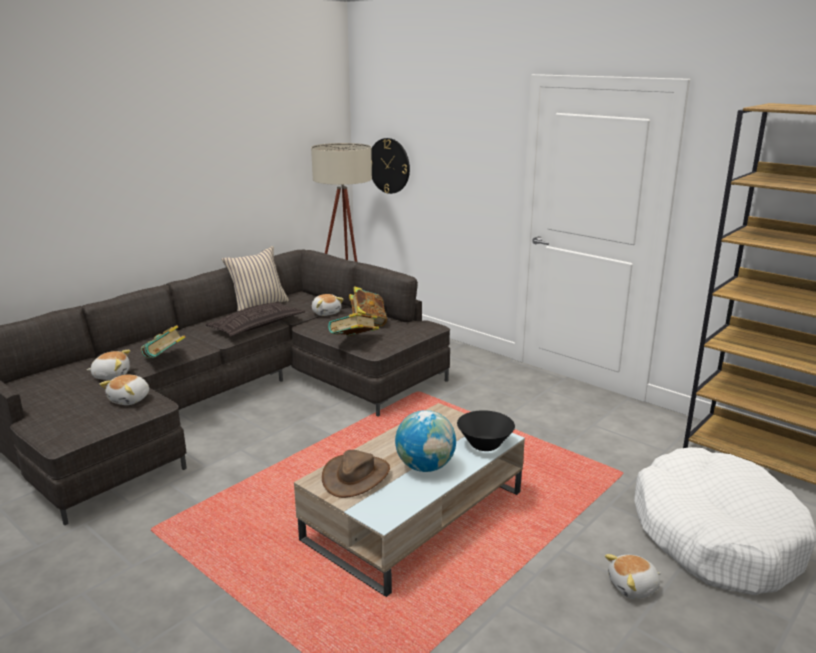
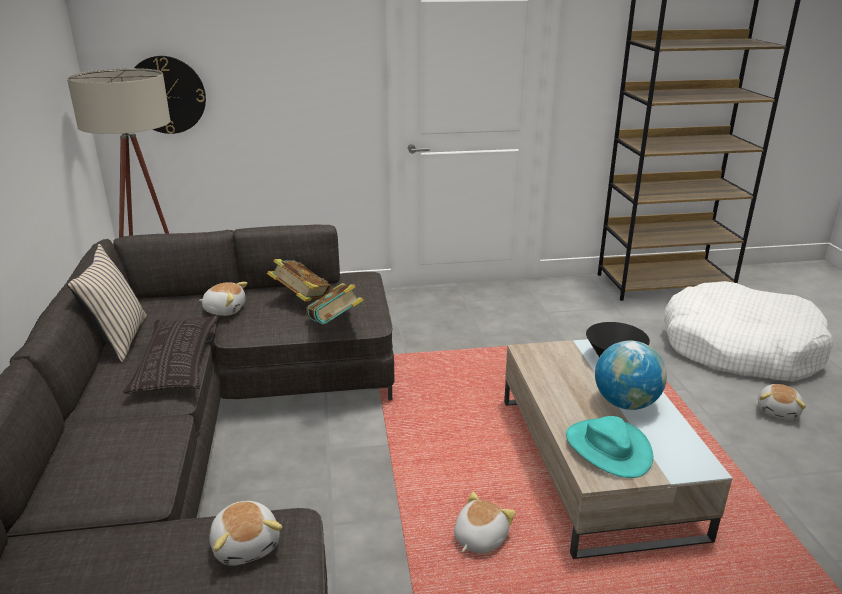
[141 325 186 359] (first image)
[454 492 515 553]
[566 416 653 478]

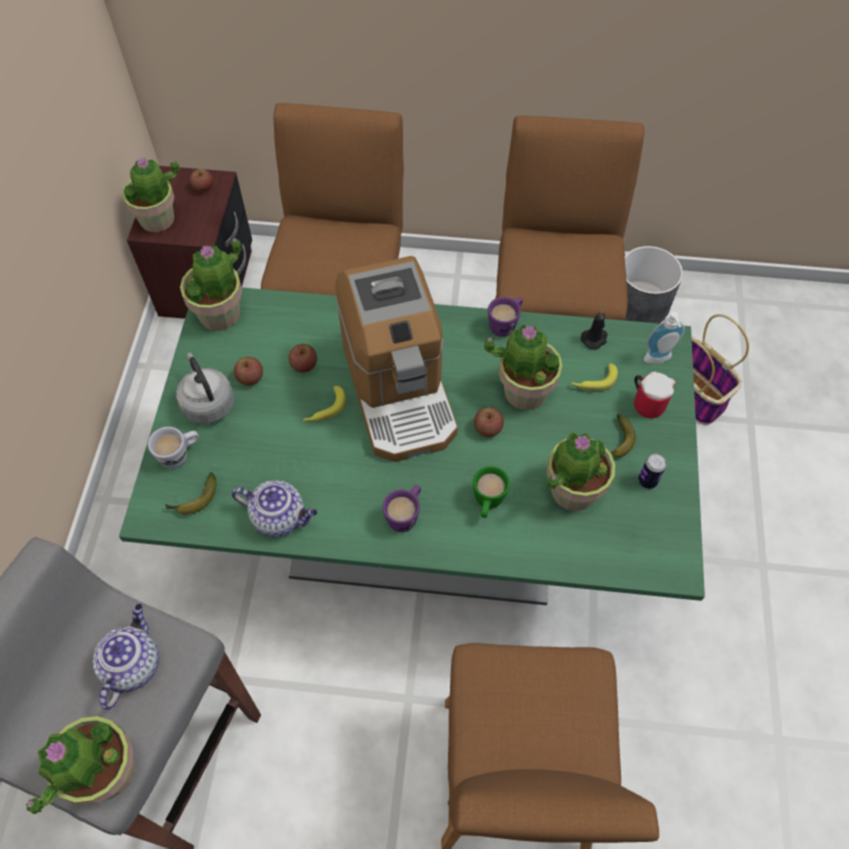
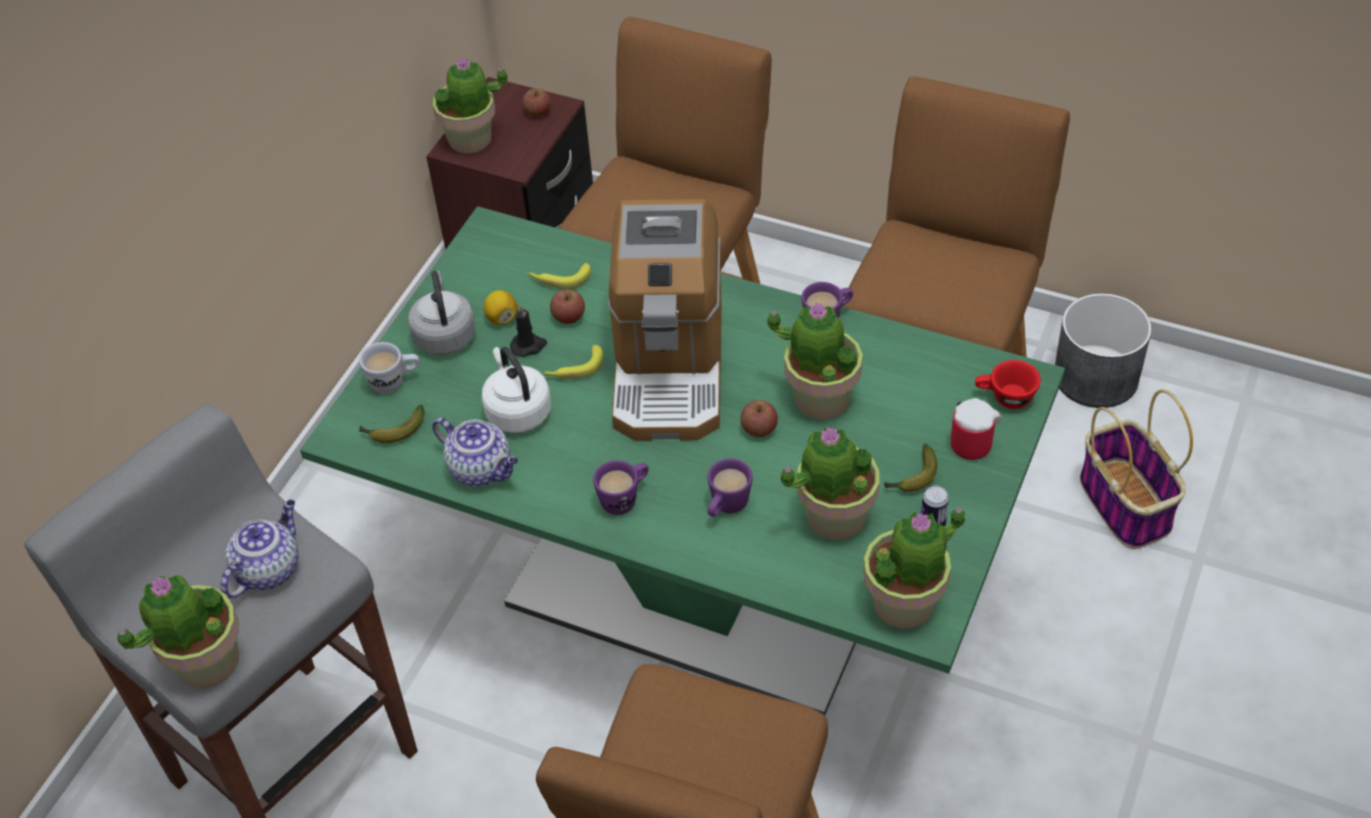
[863 507 966 629]
[510 305 547 357]
[975 360 1041 409]
[483 290 518 325]
[528 263 591 289]
[707 458 753 517]
[482 347 551 433]

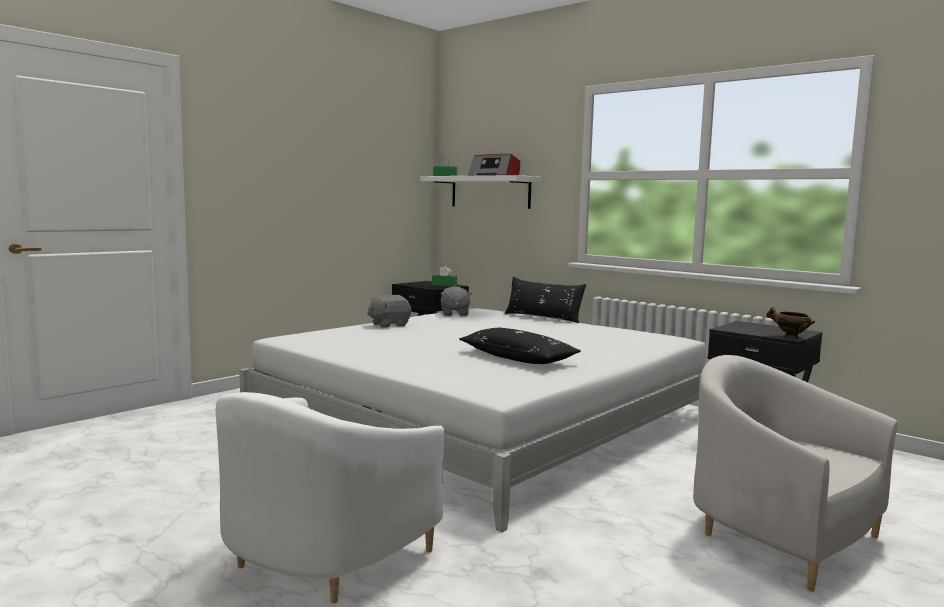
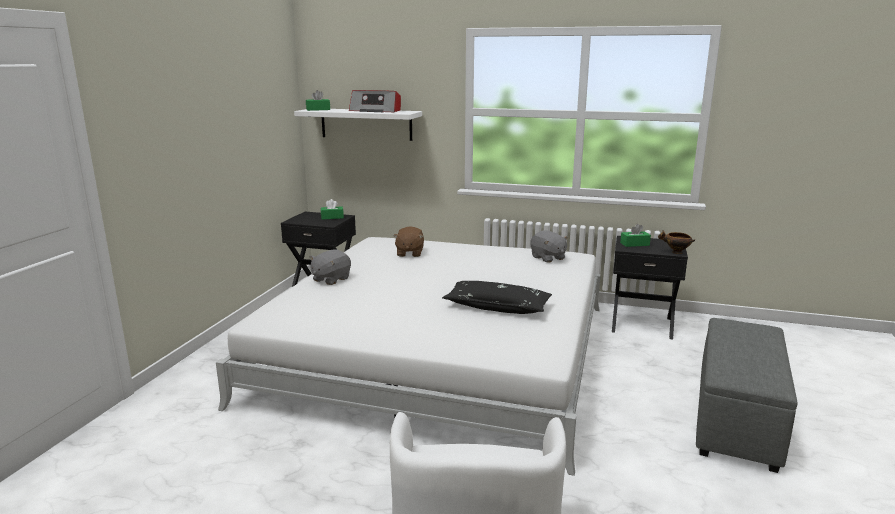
[504 276 586 323] (first image)
[530 230 568 263]
[696 318 797 473]
[620 224 651 247]
[393 226 424 257]

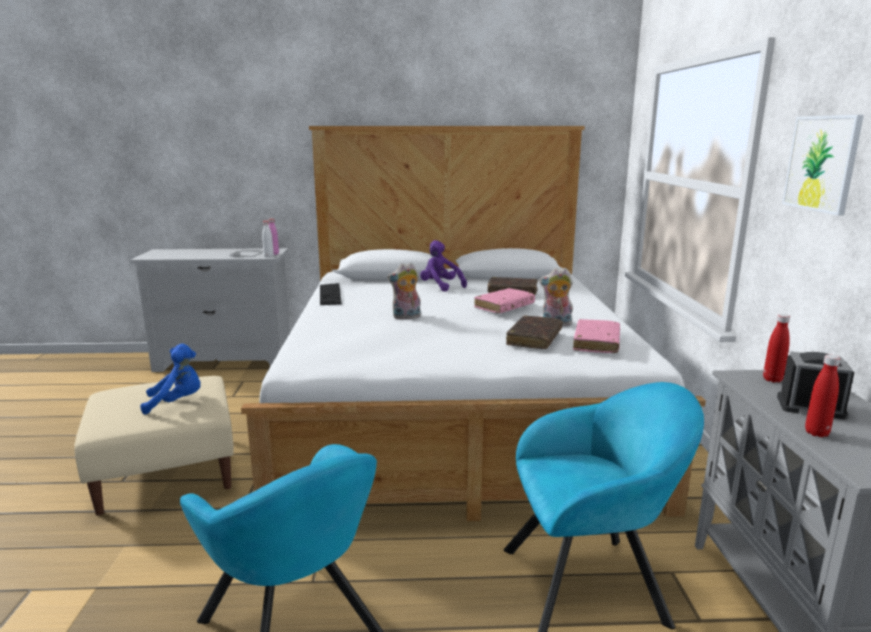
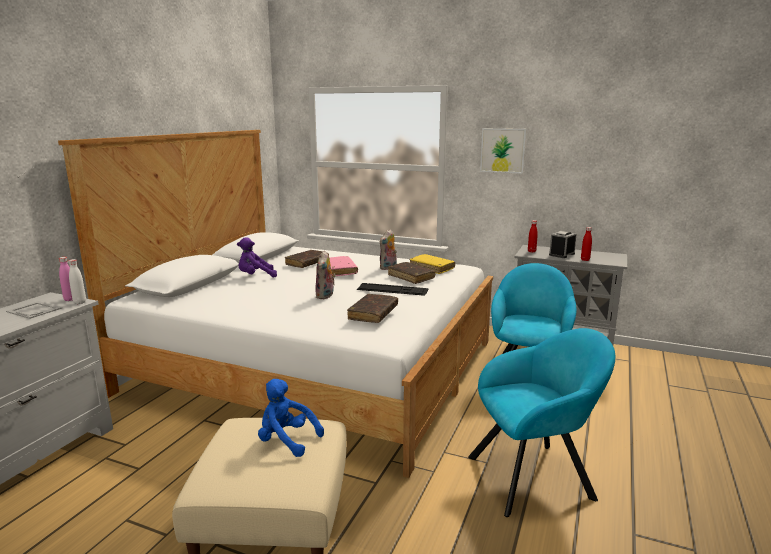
[357 283 429 296]
[410 254 455 274]
[258 379 324 457]
[347 294 398 323]

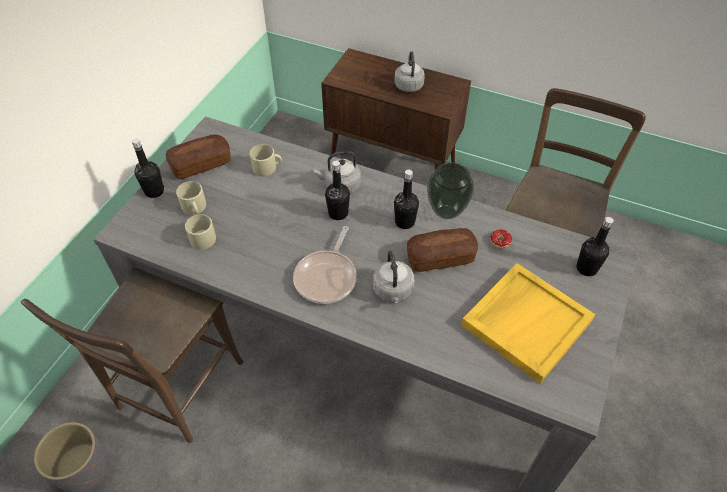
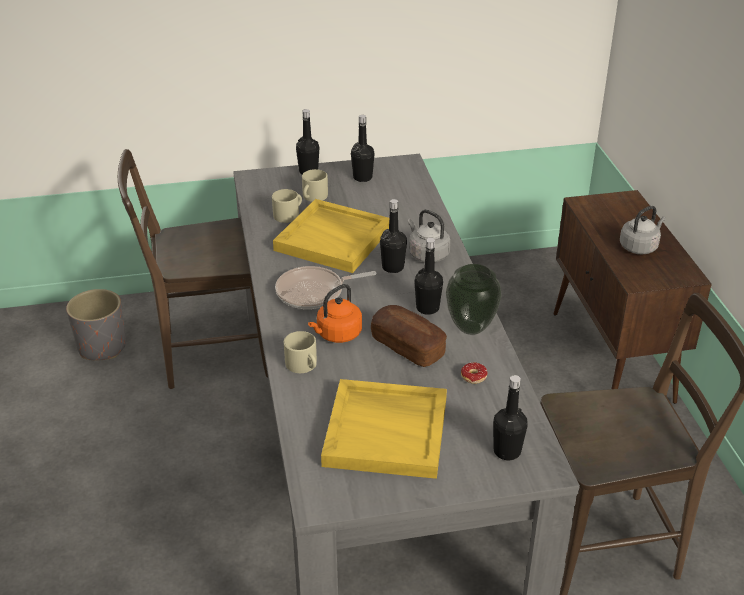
[351 115 375 182]
[284 331 317 373]
[308 284 362 343]
[273 199 389 273]

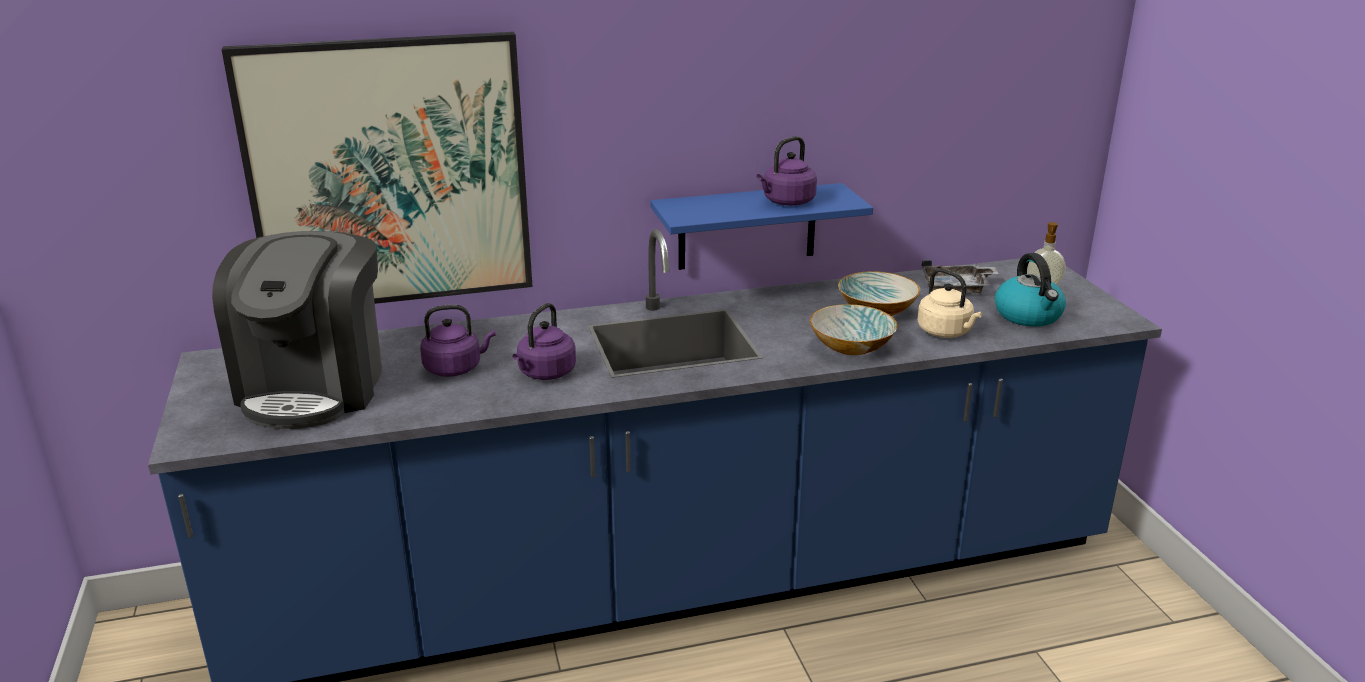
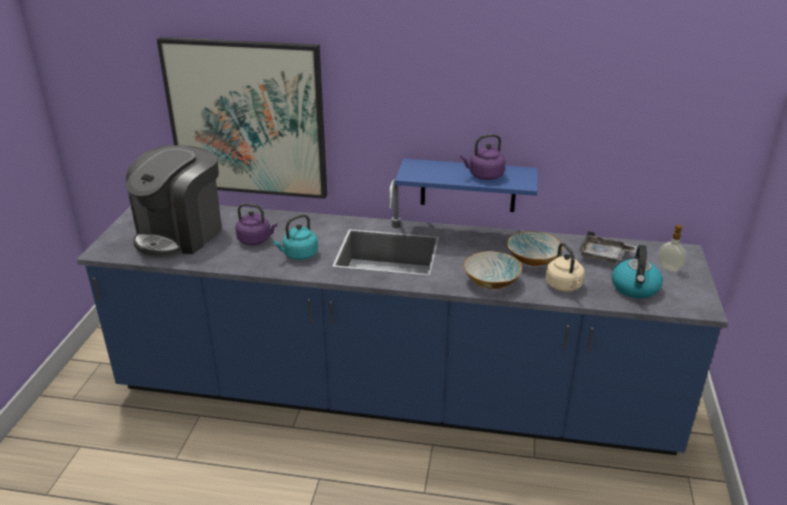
[273 214 318 260]

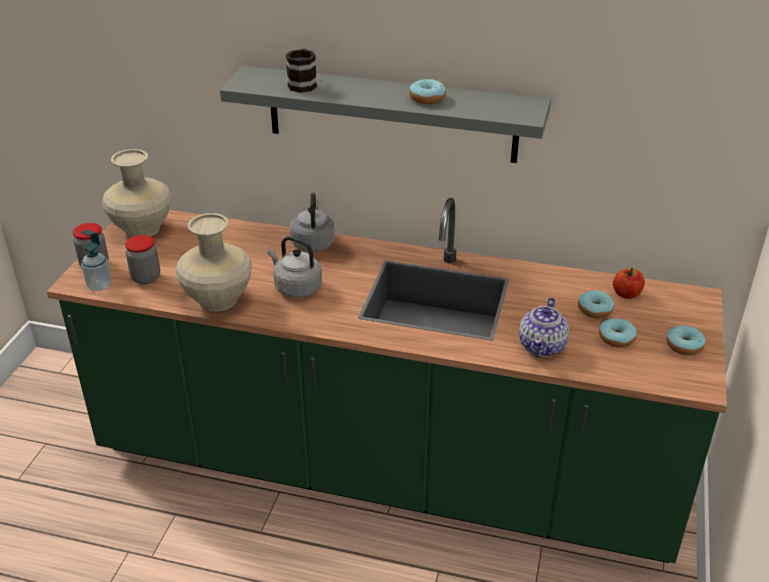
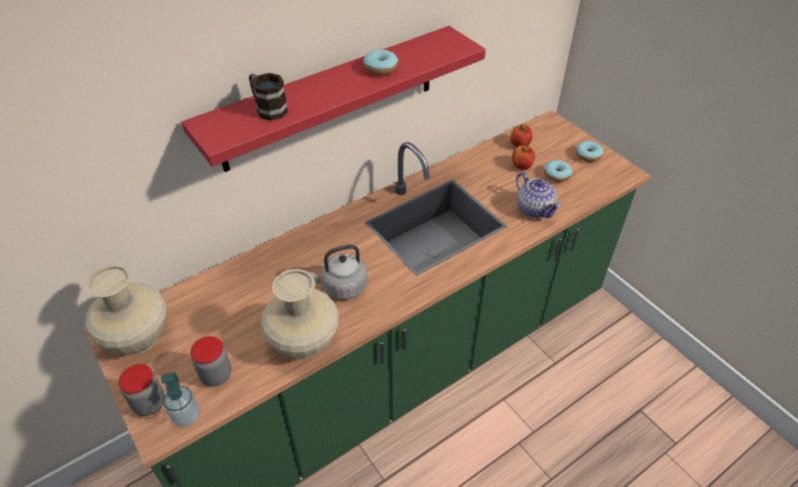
[182 26 486 172]
[290 193 335 252] (first image)
[512 145 535 170]

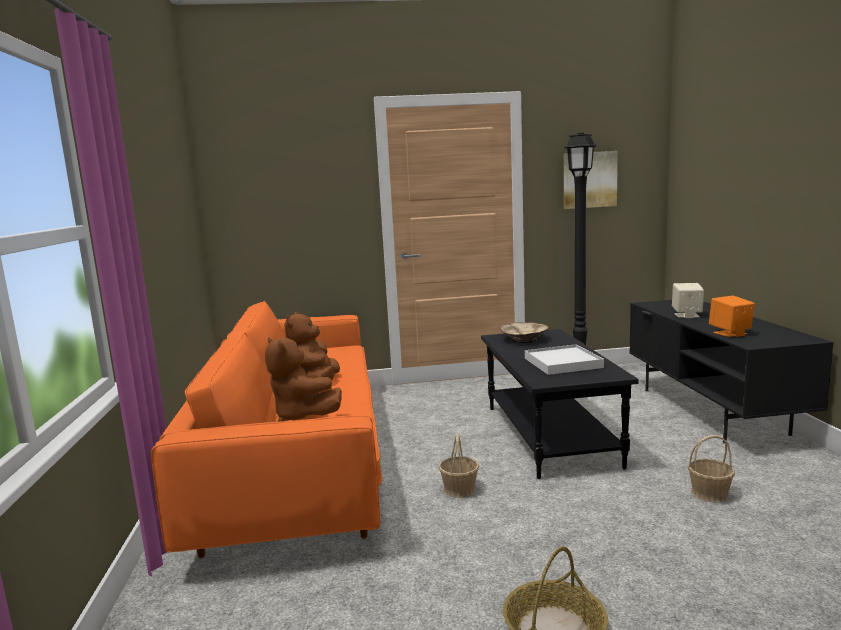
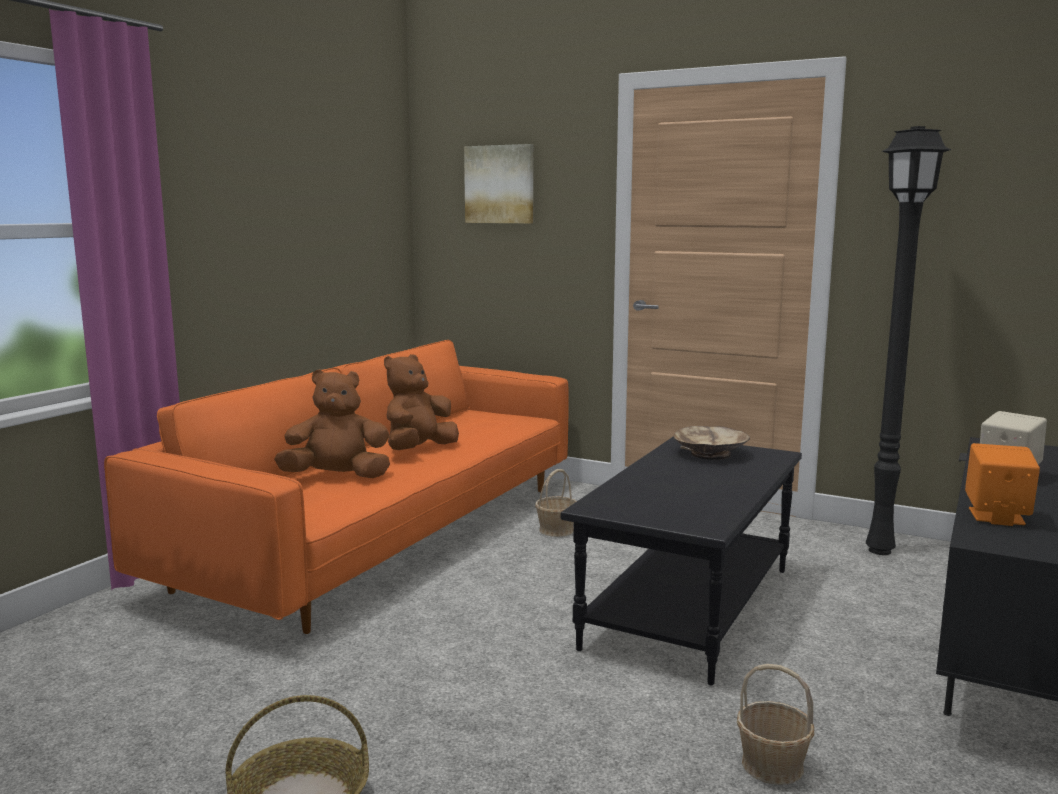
[464 144 533 223]
[274 369 390 478]
[525 344 604 375] (first image)
[535 469 577 537]

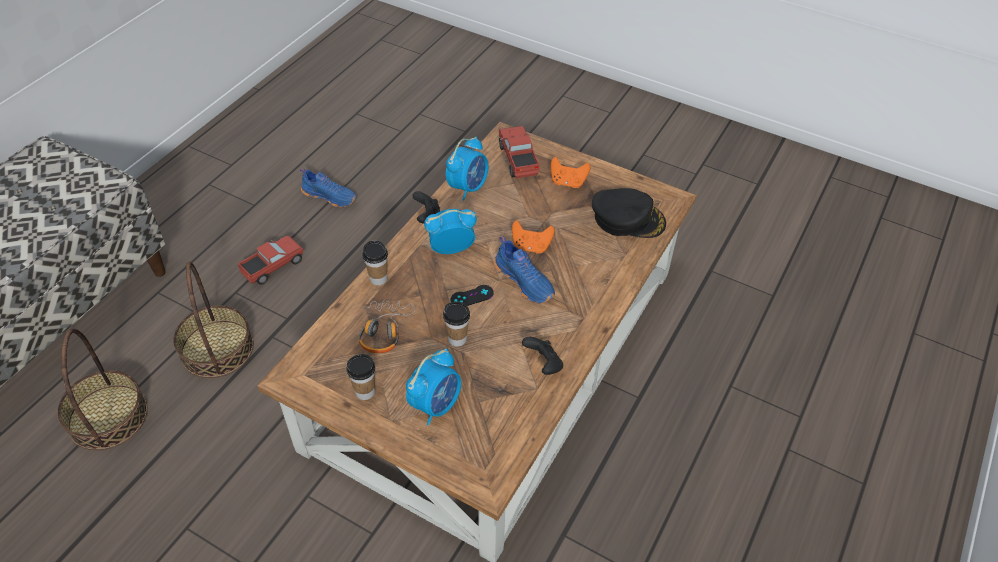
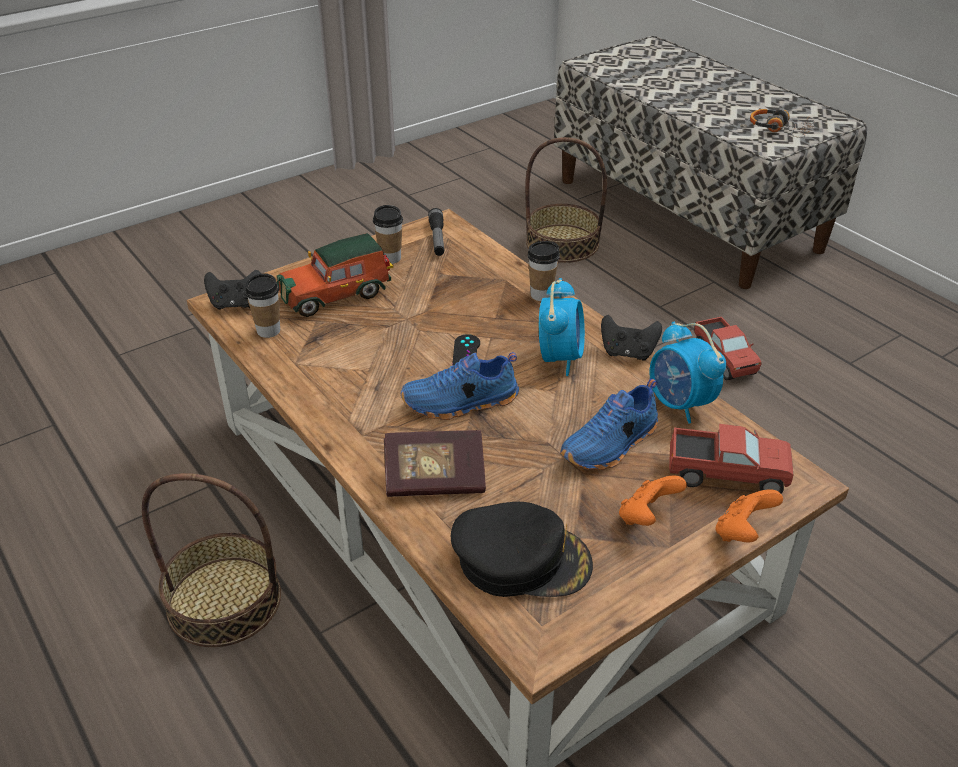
[560 378 658 470]
[451 502 593 597]
[715 489 783 542]
[142 473 281 647]
[750 109 815 138]
[245 273 280 338]
[204 270 261 310]
[277 233 393 317]
[428 208 444 256]
[384 430 486 497]

